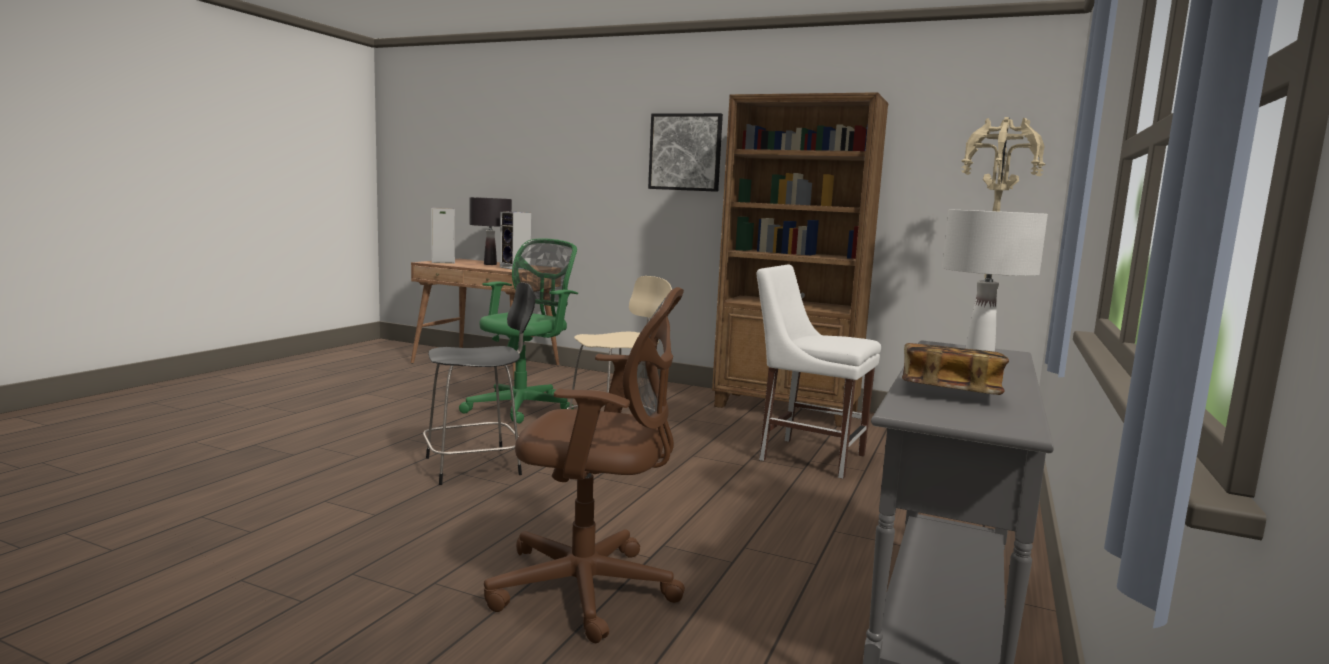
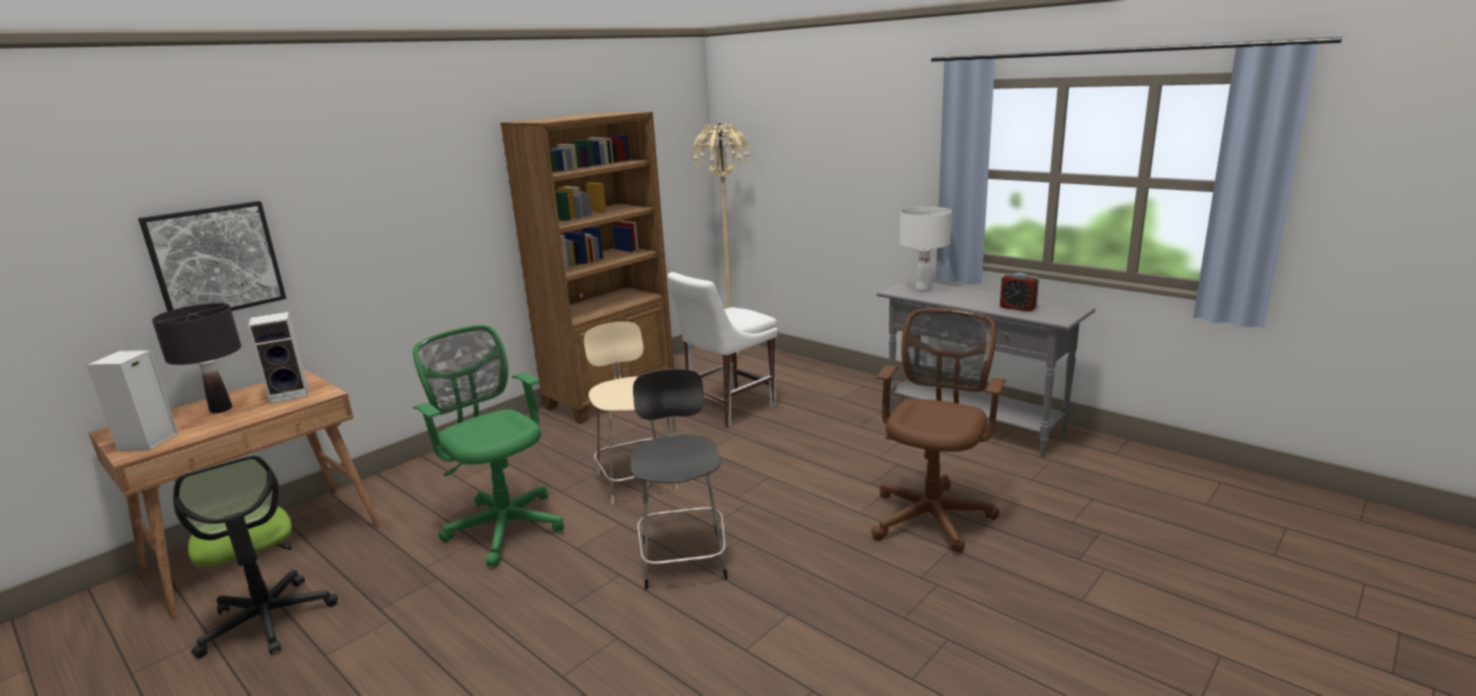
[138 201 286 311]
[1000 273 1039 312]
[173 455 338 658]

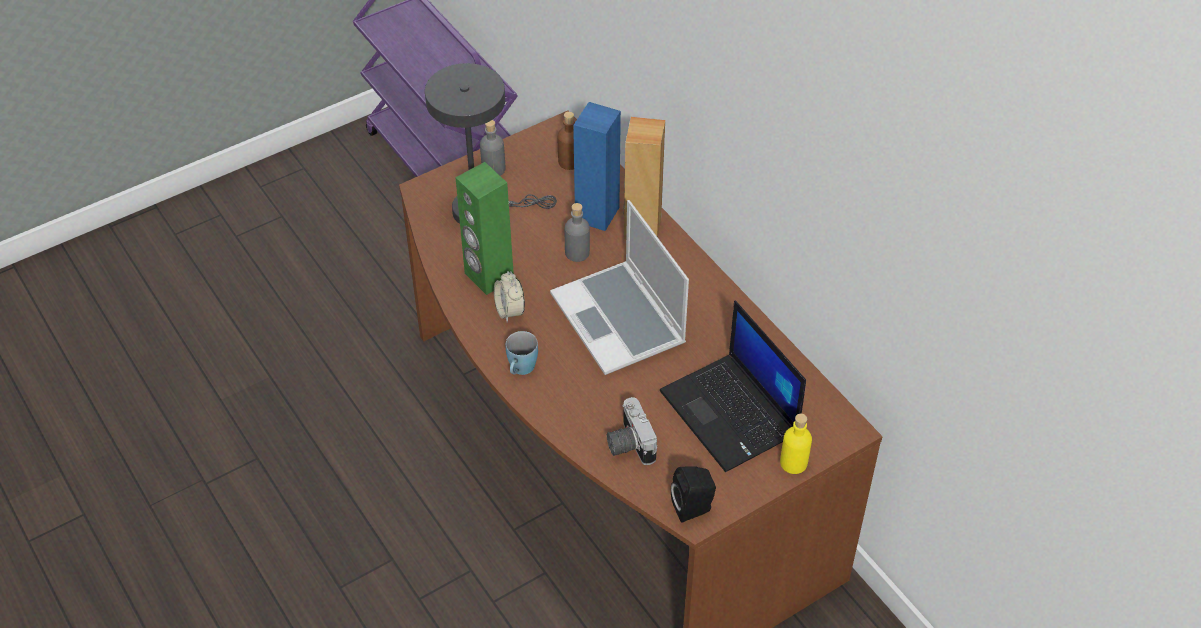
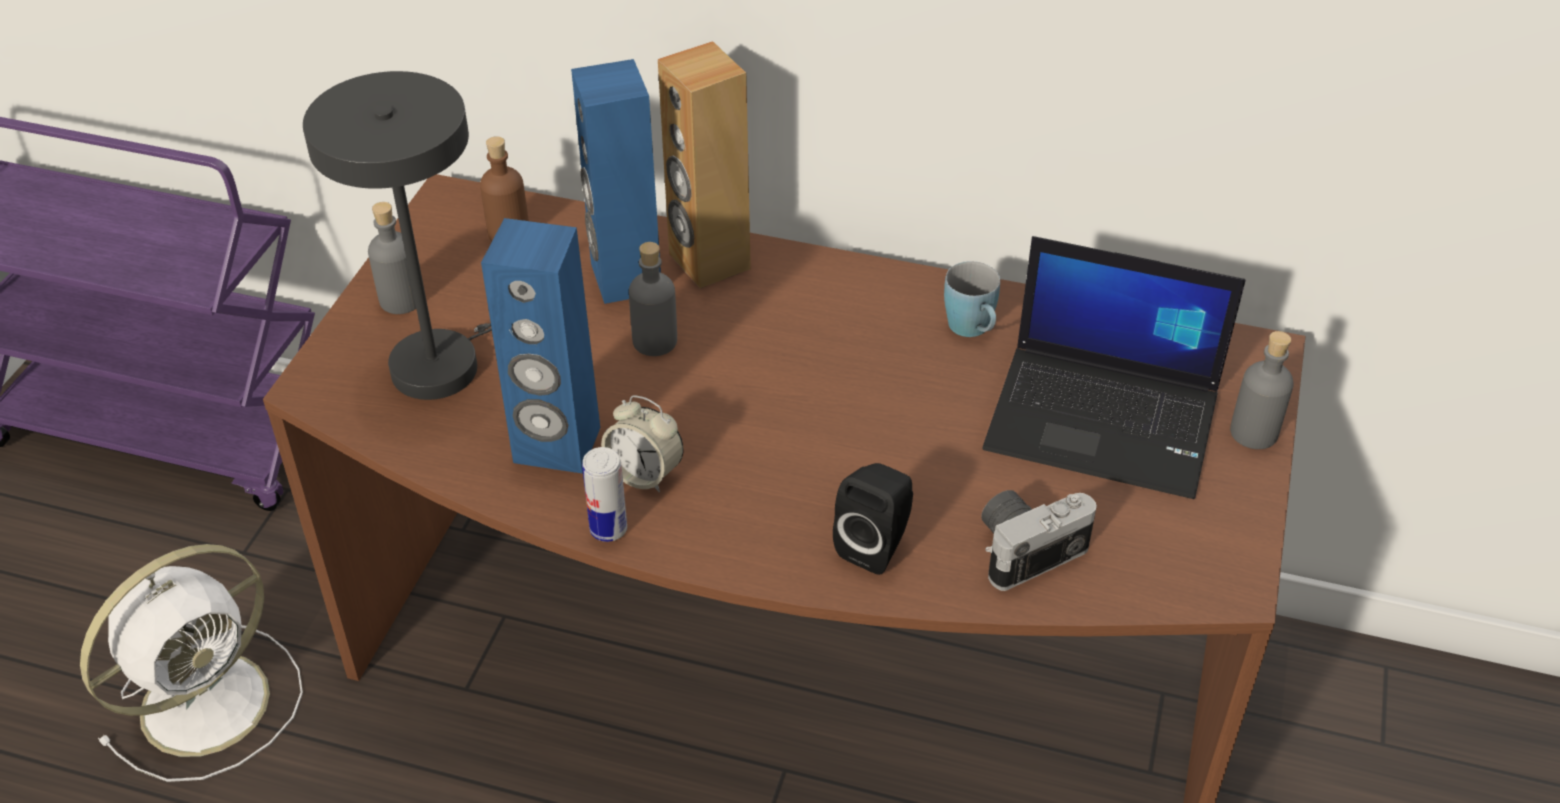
[481 218 600 473]
[550 200 689 375] (first image)
[944 261 1000 337]
[981 490 1097 591]
[1230 331 1294 449]
[833 463 913 575]
[582 447 627 542]
[80 544 303 782]

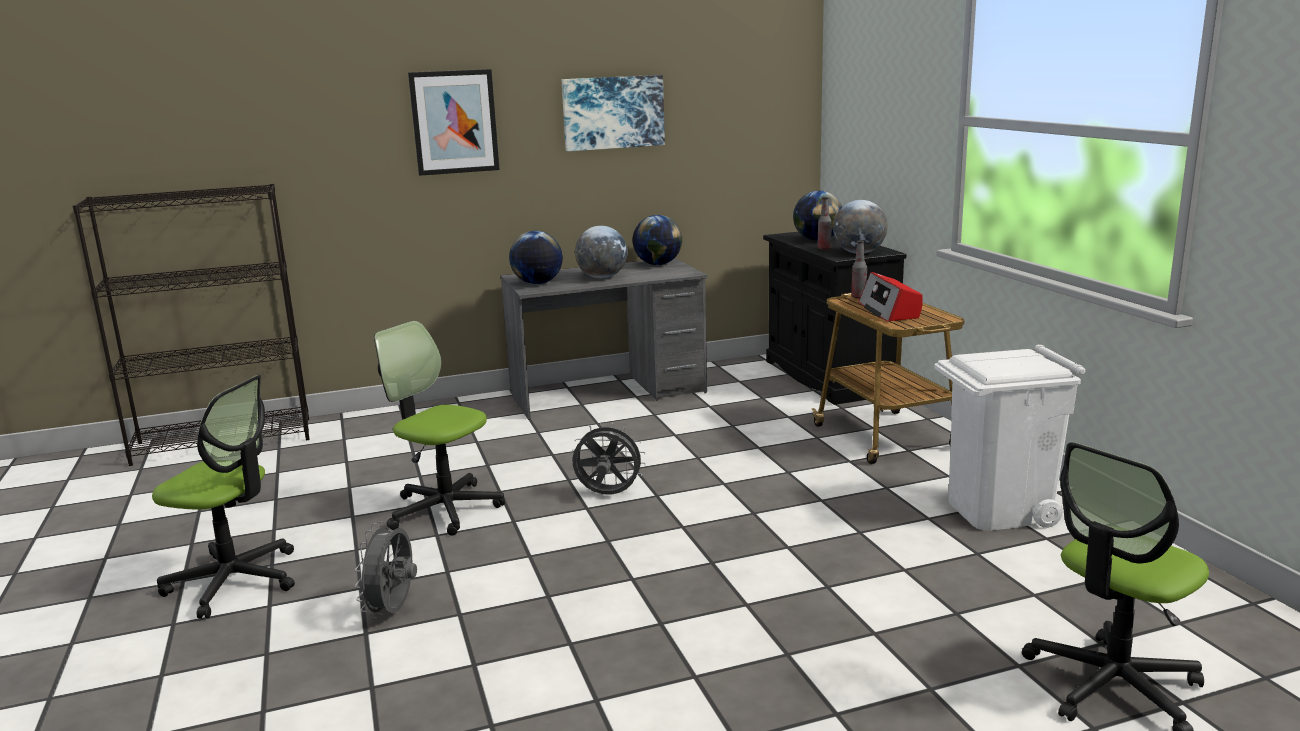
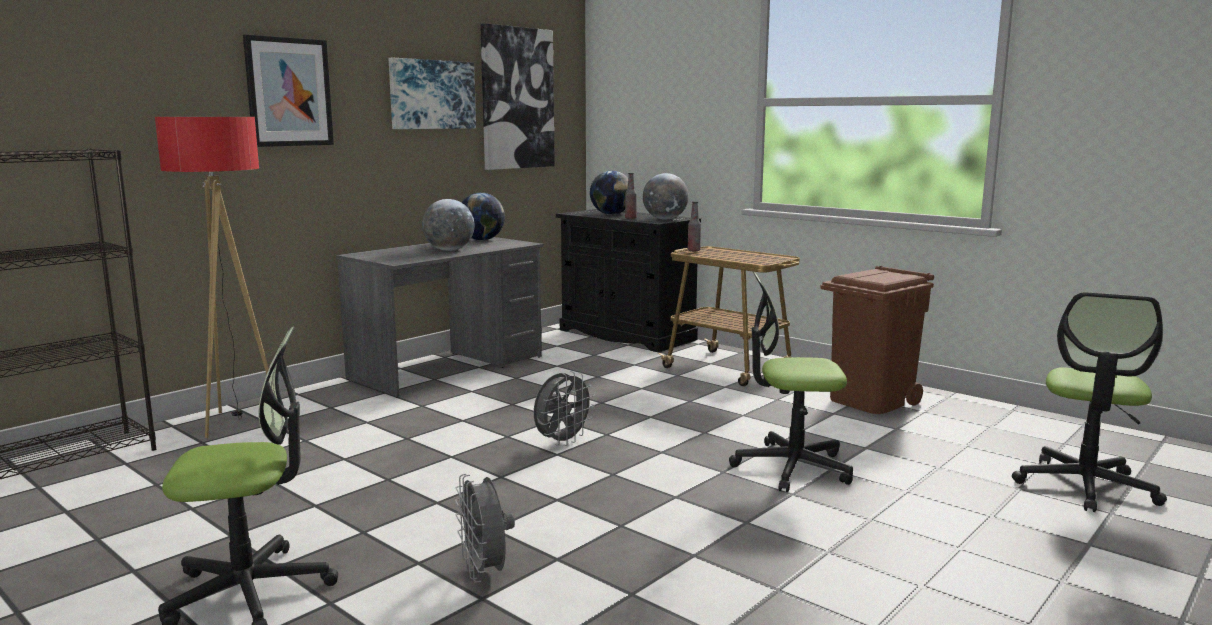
[509 231 563 284] (first image)
[859 272 923 322] (first image)
[729 272 853 492]
[820 266 934 414]
[534 371 595 446]
[480 23 555 170]
[155 117 269 438]

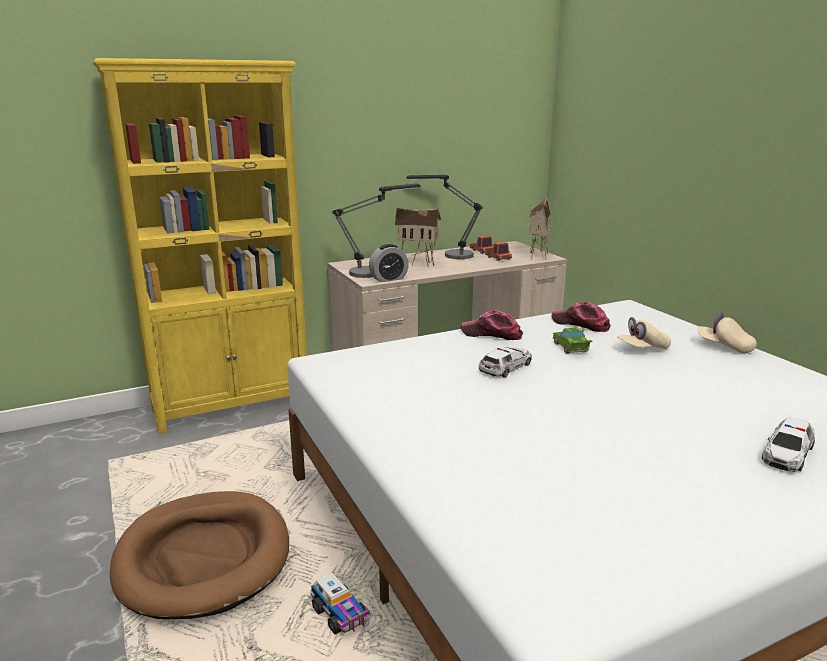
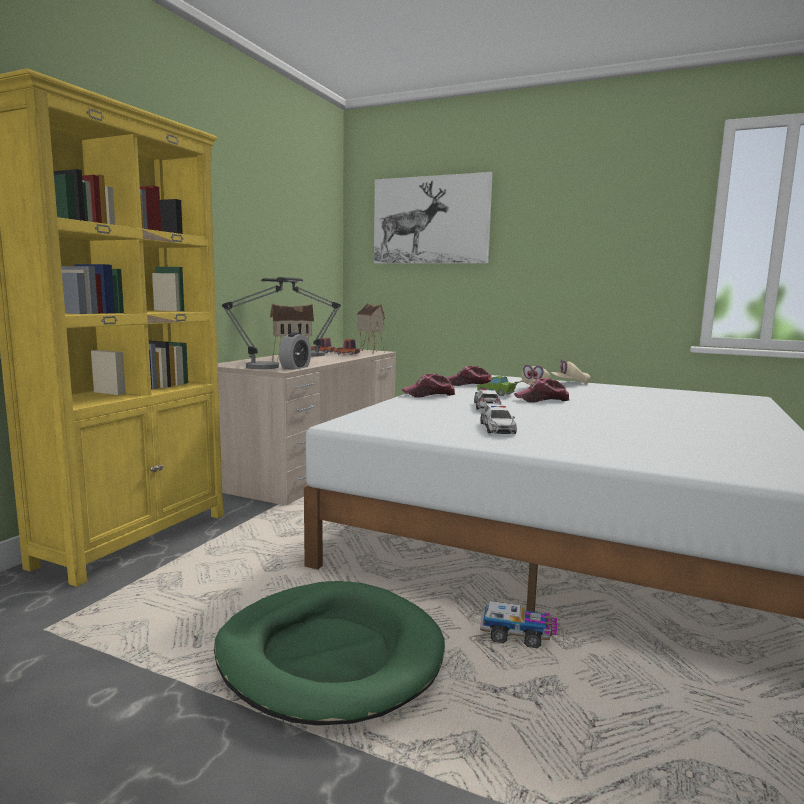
[480 404 517 434]
[214 581 445 726]
[374 172 493 264]
[514 378 569 402]

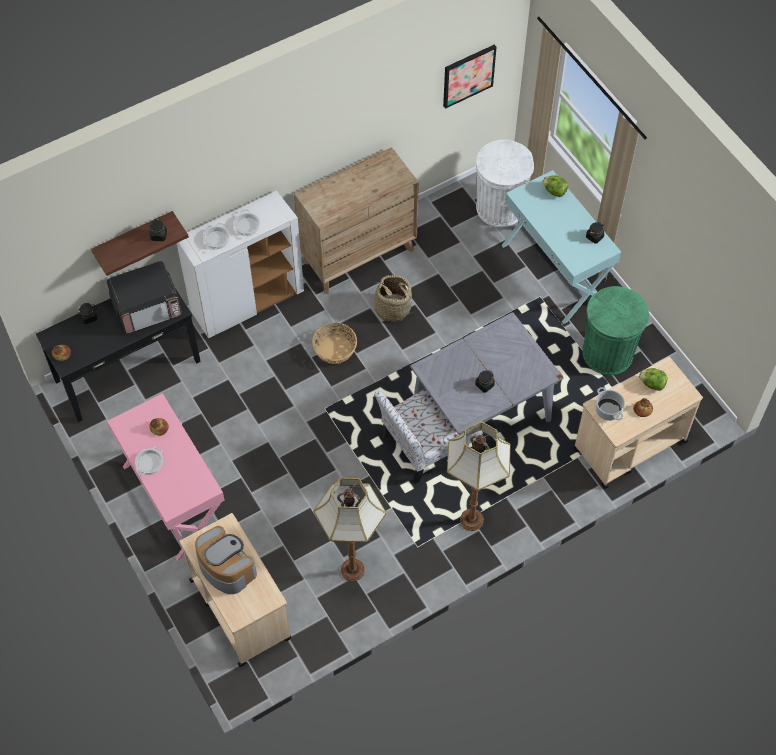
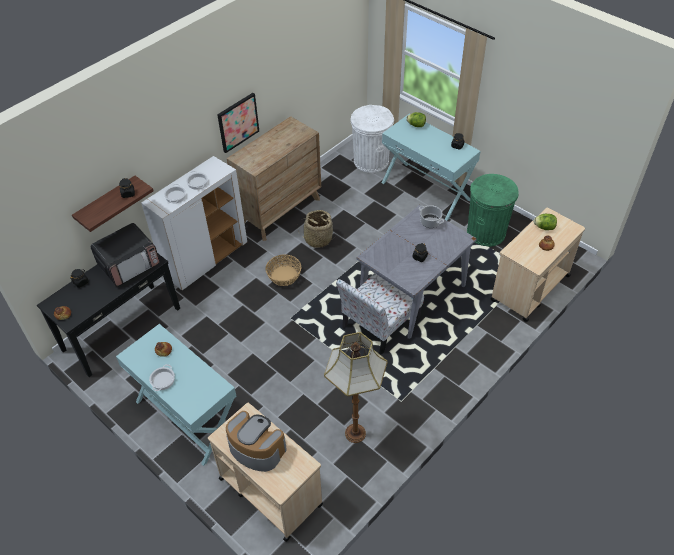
[217 93 259 153]
[419 205 444 228]
[116 324 236 466]
[447 422 511 531] (first image)

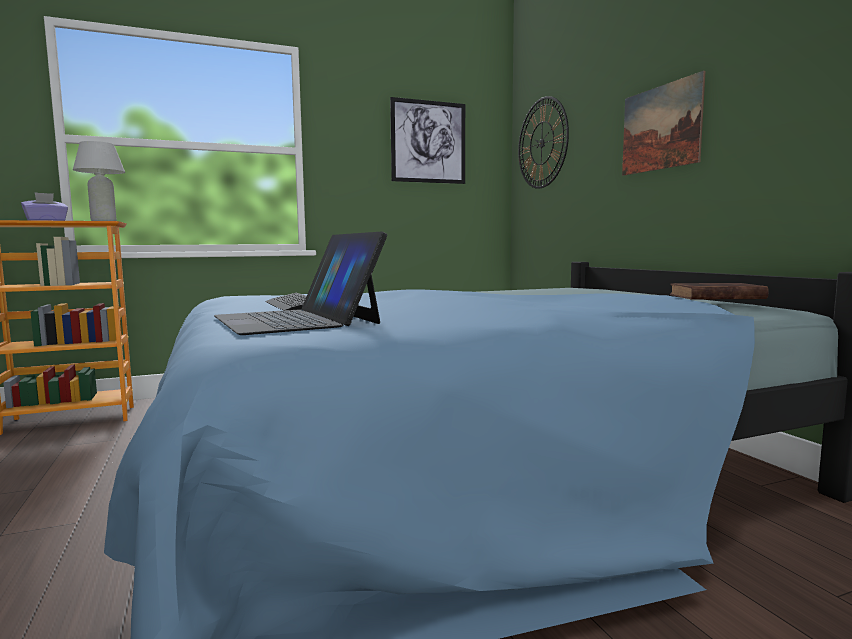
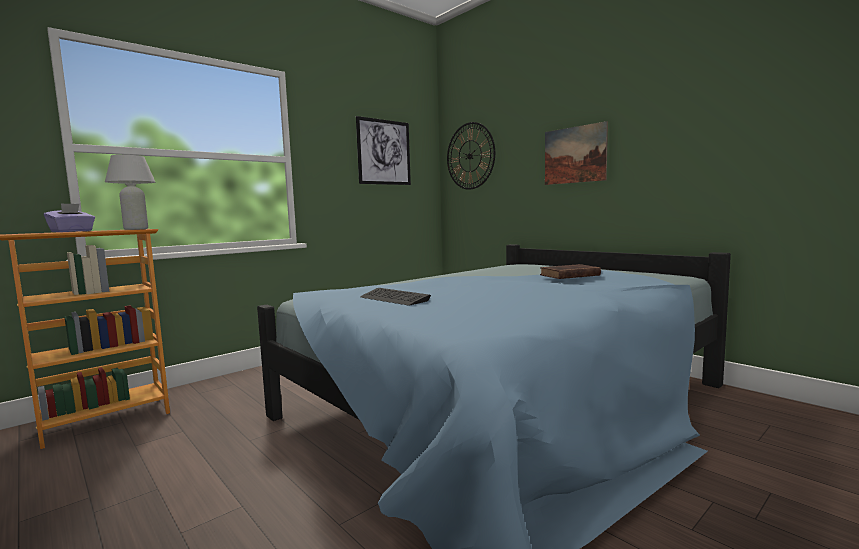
[214 232 387 335] (first image)
[540 264 601 279]

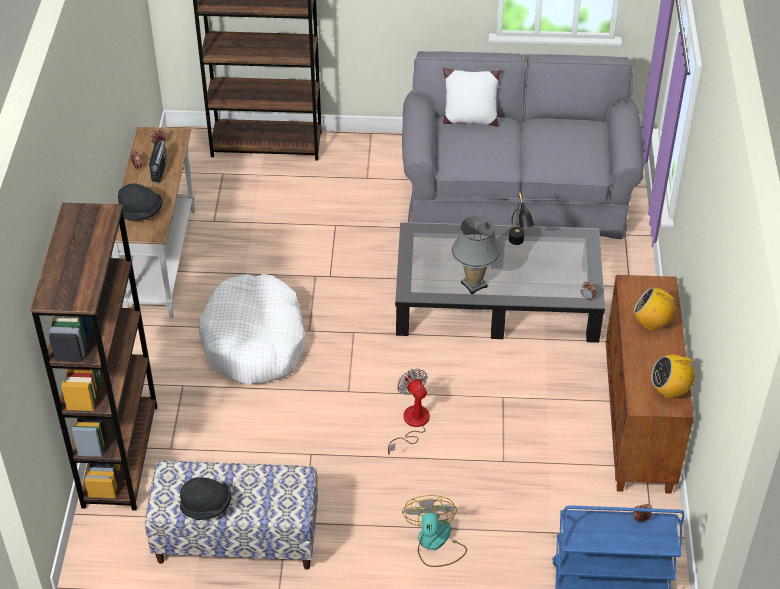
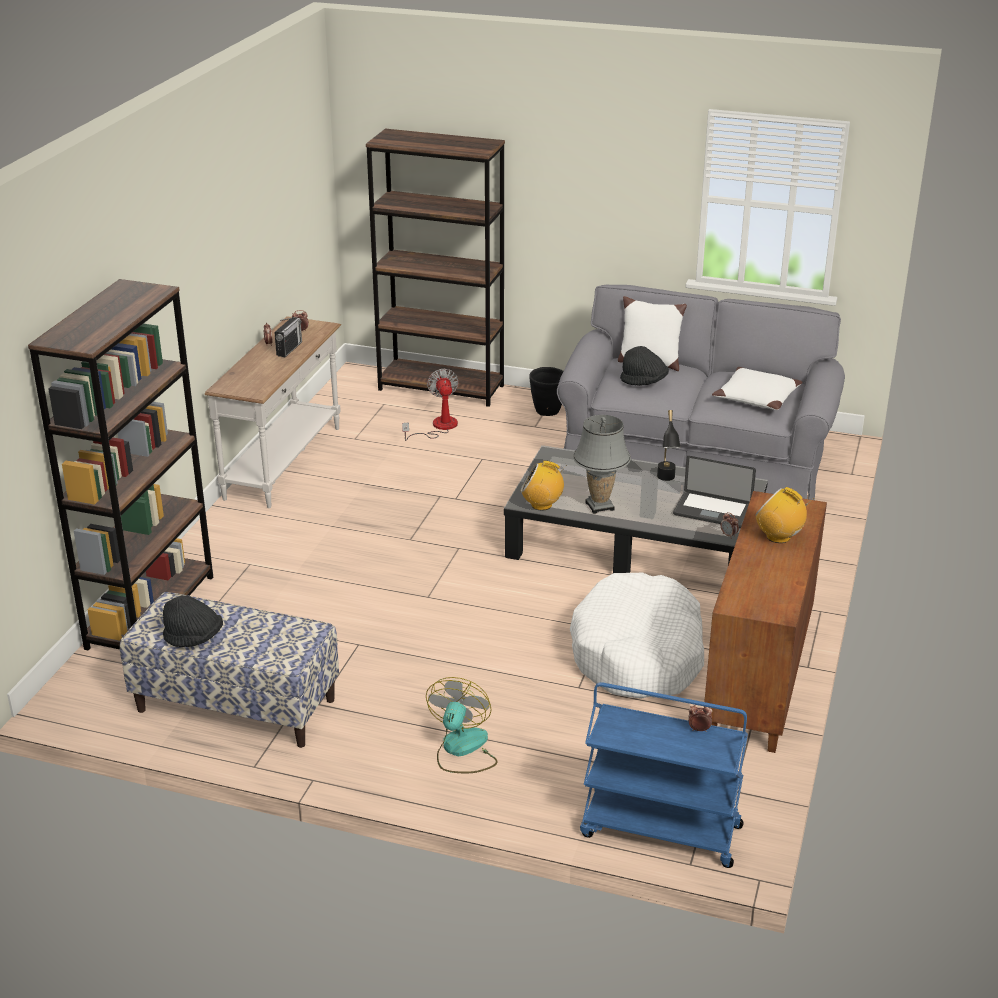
[620 346 669 386]
[570 573 704 699]
[521 461 567 510]
[402 369 459 441]
[529 367 563 416]
[712 367 802 410]
[673 456 756 528]

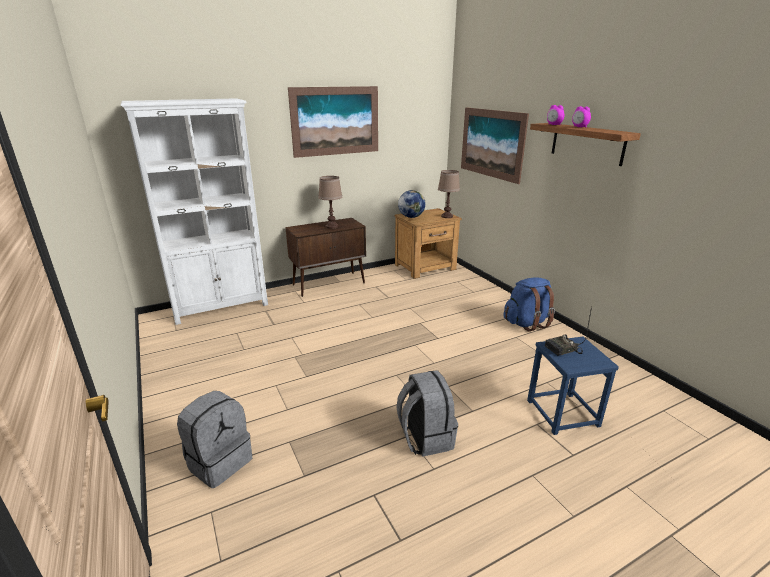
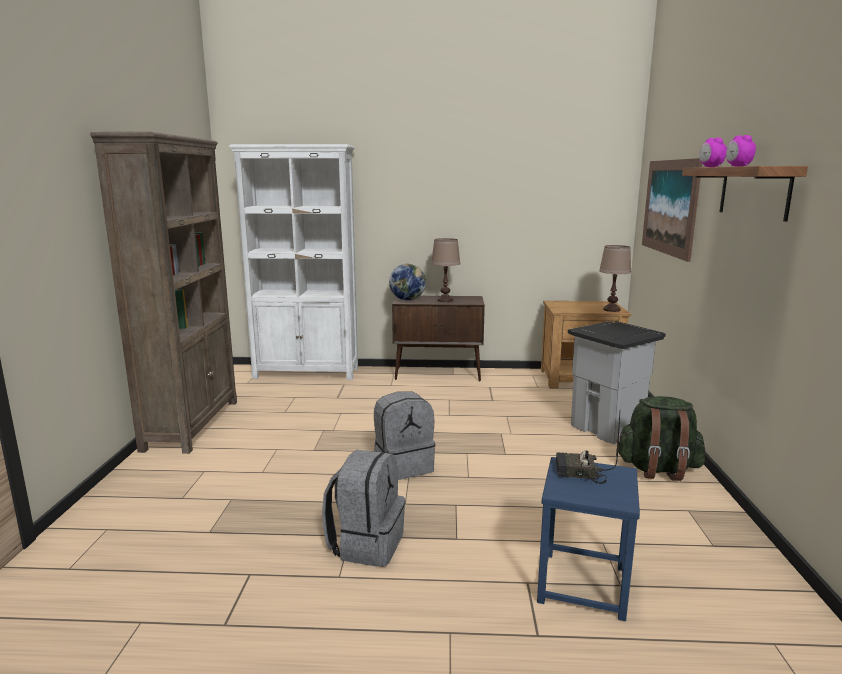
[288 86 378 158] (first image)
[389 264 426 300]
[616 396 705 481]
[374 391 435 480]
[90 132 237 454]
[568 321 666 444]

